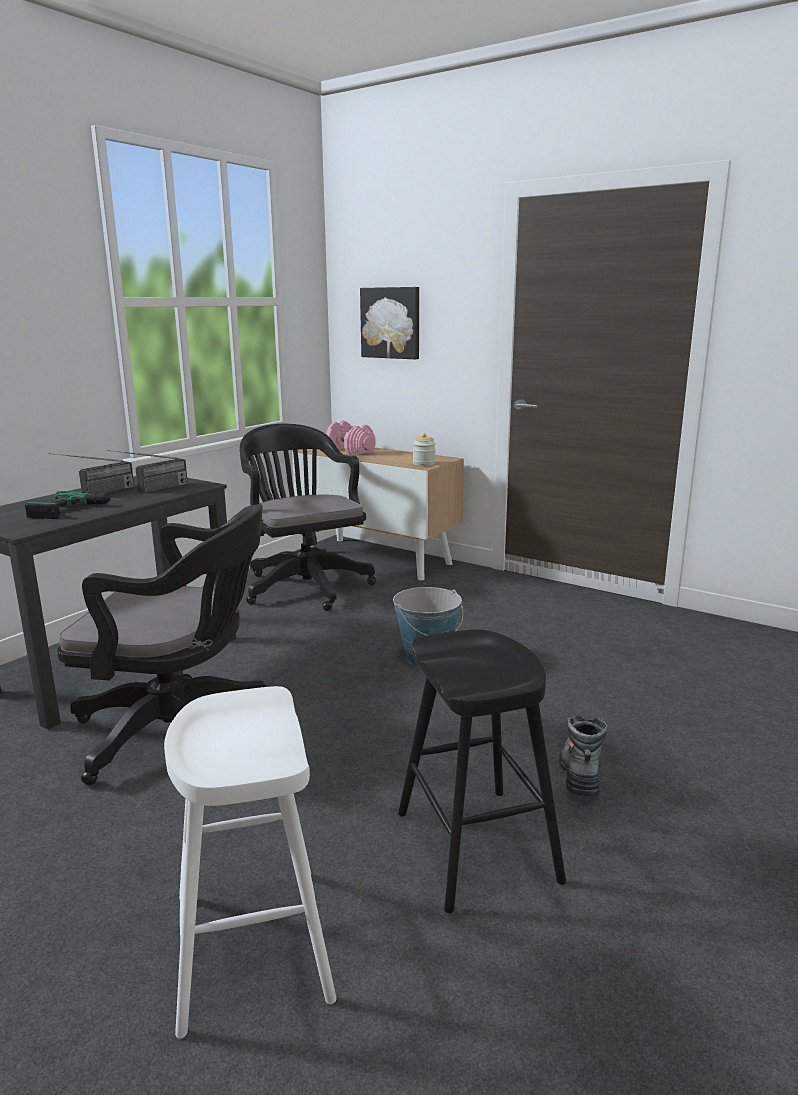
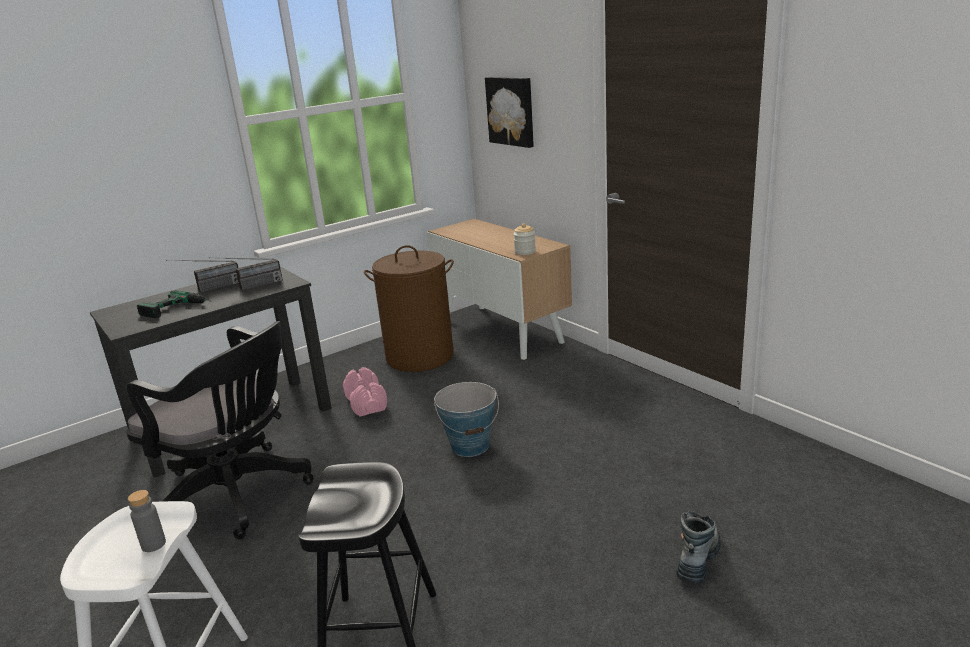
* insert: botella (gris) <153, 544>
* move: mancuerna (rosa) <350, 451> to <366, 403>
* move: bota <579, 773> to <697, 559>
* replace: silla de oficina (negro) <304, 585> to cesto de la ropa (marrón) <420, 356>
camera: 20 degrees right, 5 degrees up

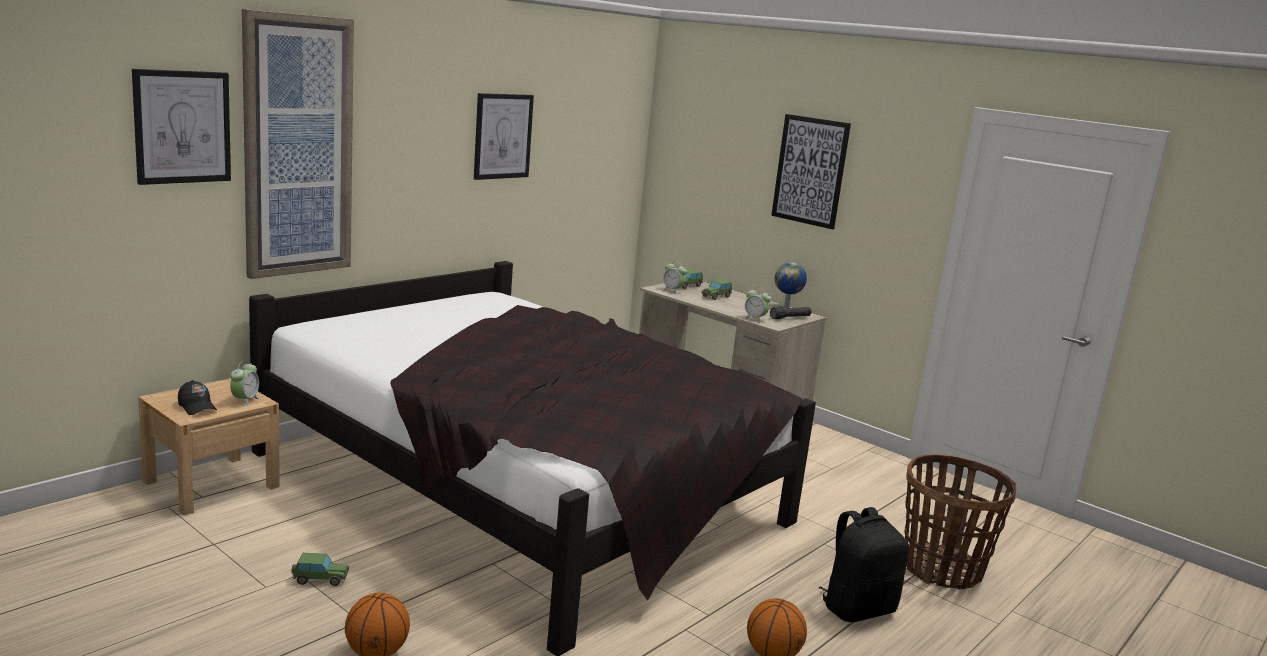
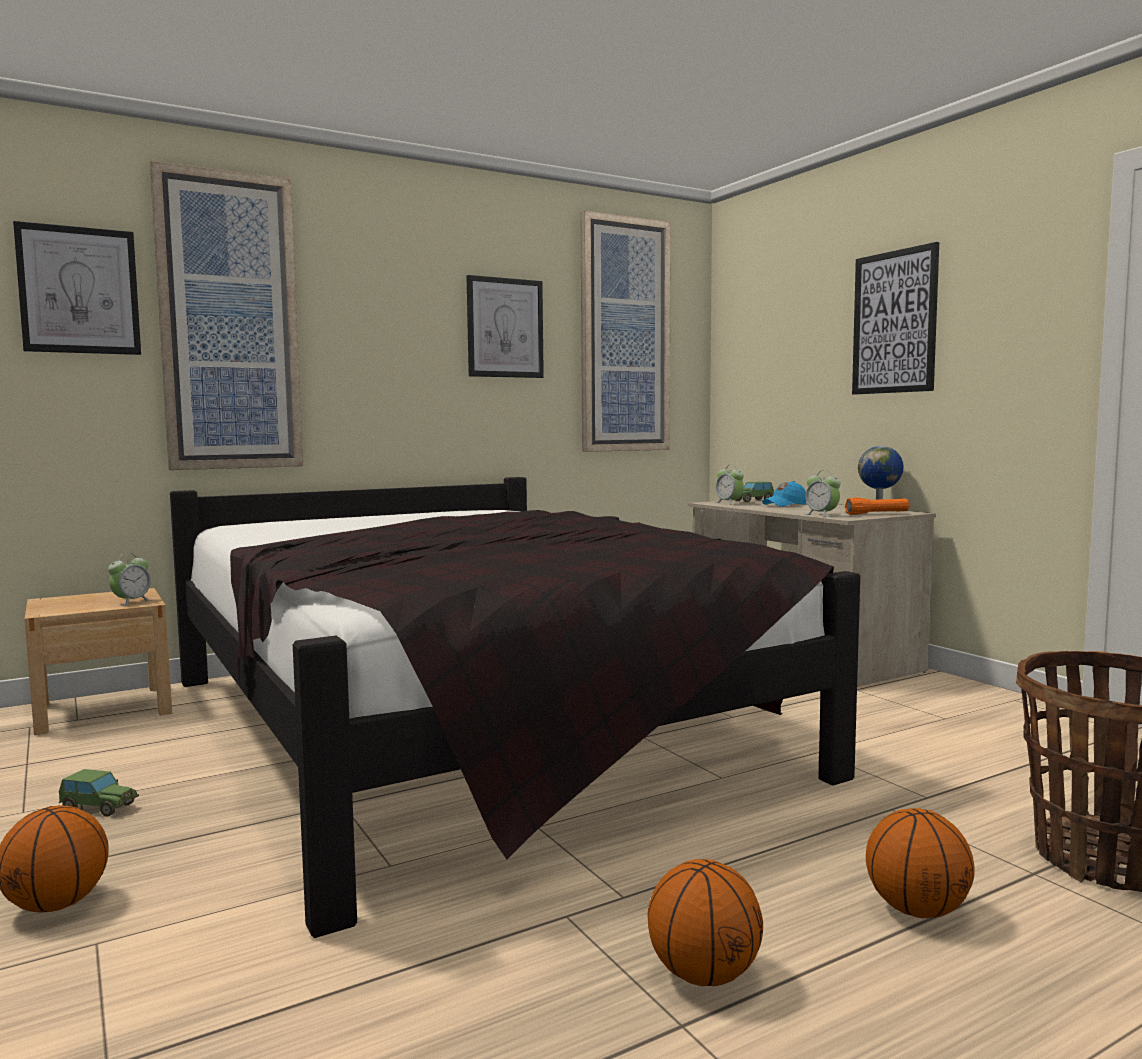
* delete: gorra (negro) <197, 407>
* insert: cuadro <624, 336>
* replace: coche de juguete <716, 297> to gorra (azul) <784, 505>
* replace: mochila (negro) <857, 608> to balón de baloncesto <917, 910>
* recolor: linterna (negro) <790, 318> to linterna (naranja) <877, 514>
camera: 20 degrees right, 10 degrees down

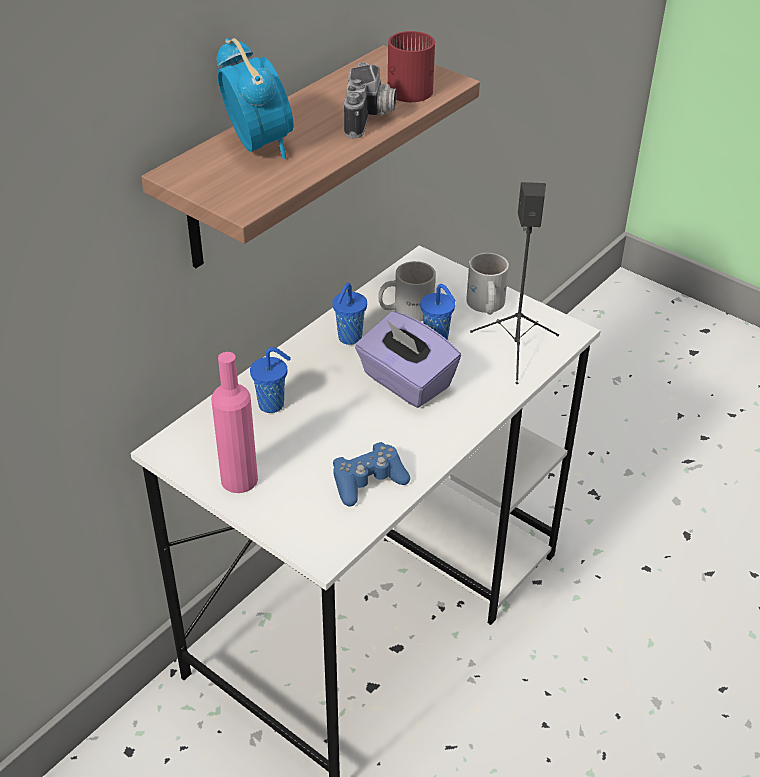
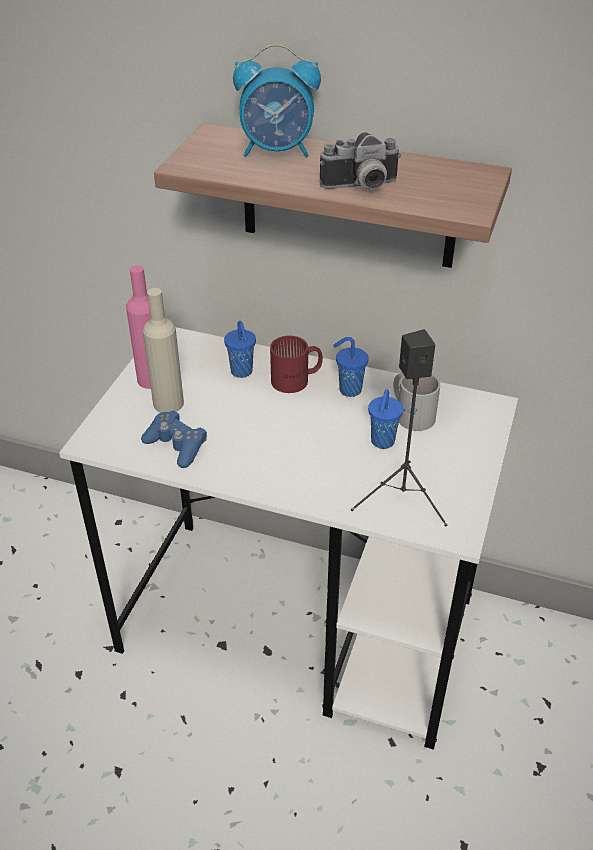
* delete: caja de pañuelos (morado) <405, 382>
* delete: taza grande (blanco) <485, 305>
* insert: botella (beis) <168, 403>
* move: taza grande (rojo) <411, 86> to <297, 380>
* rotate: despertador <258, 145> = <277, 151> 45 degrees clockwise
camera: 70 degrees right, 0 degrees up

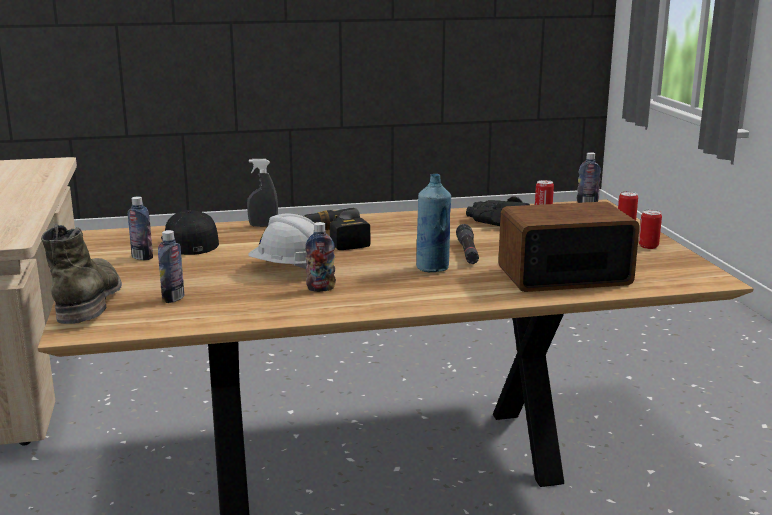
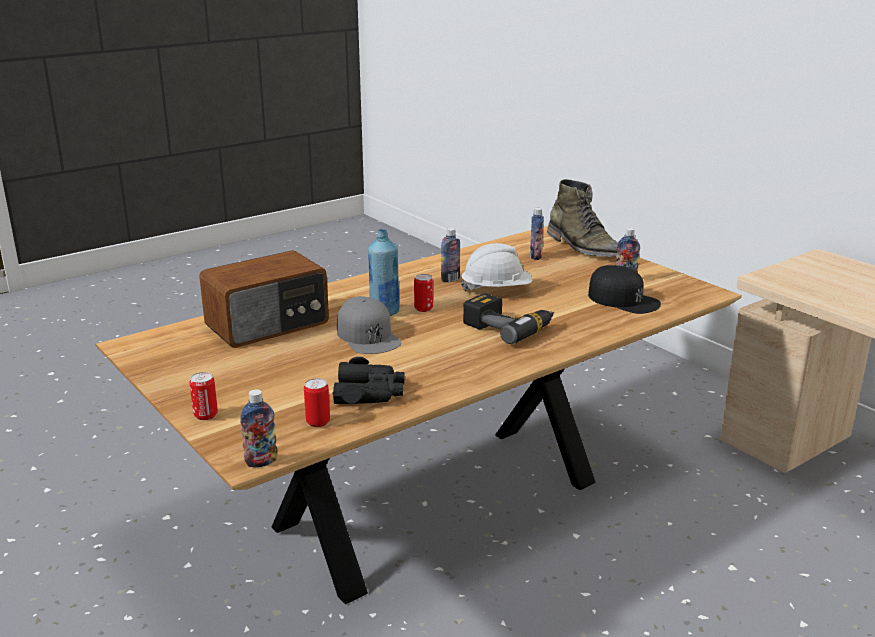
* delete: pulverizador (gris) <263, 225>
* move: lata <648, 246> to <423, 309>
* replace: linterna (negro) <467, 252> to gorra (gris) <368, 336>
camera: 155 degrees right, 5 degrees up

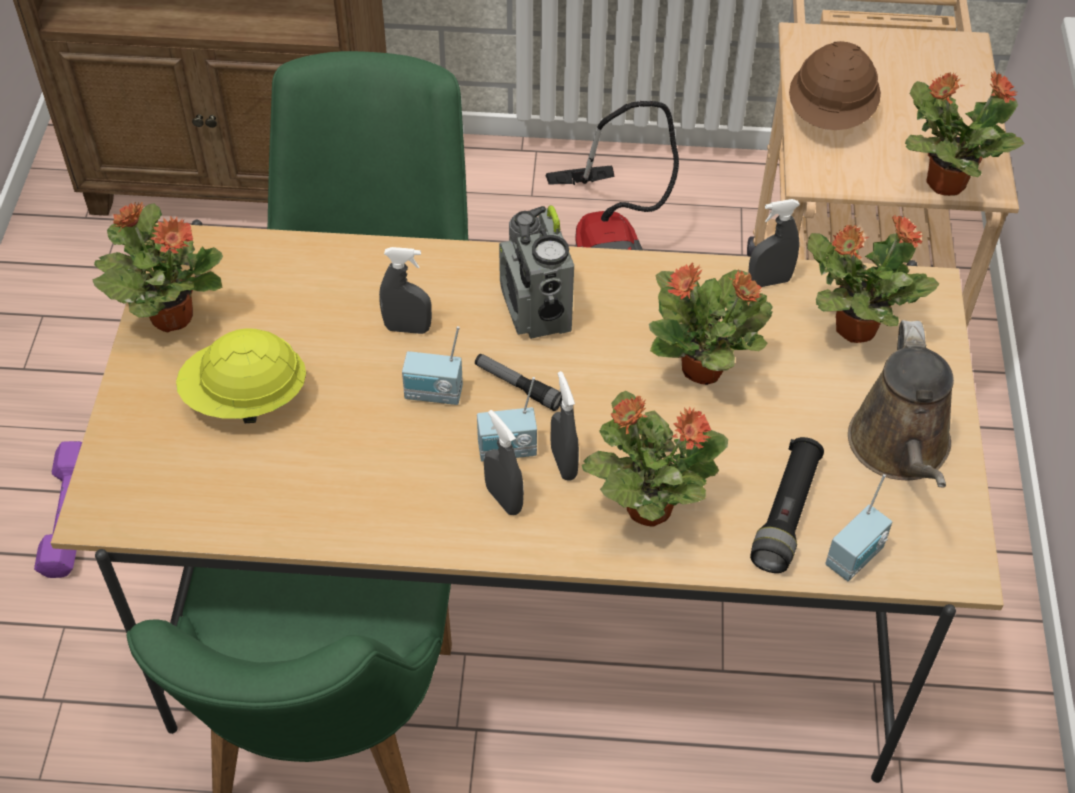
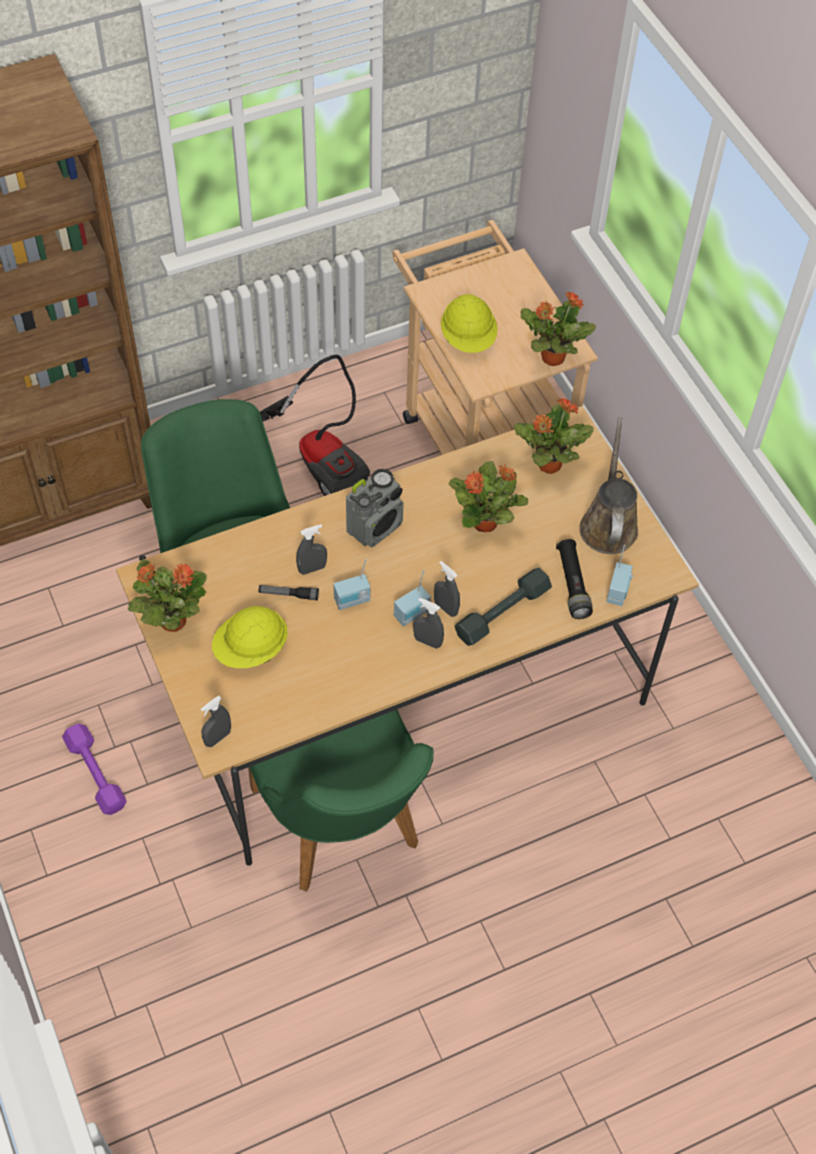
* move: linterna <518, 386> to <288, 594>
* move: pulverizador (gris) <769, 281> to <217, 738>
* replace: planta en maceta <647, 507> to mancuerna (gris) <502, 612>
* recolor: casco (marrón) <830, 115> to casco (amarillo) <468, 338>
* rotate: radio <536, 310> = <375, 527> 90 degrees counterclockwise
* rotate: regadera (marrón) <900, 449> = <608, 524> 150 degrees counterclockwise
camera: 30 degrees left, 5 degrees up

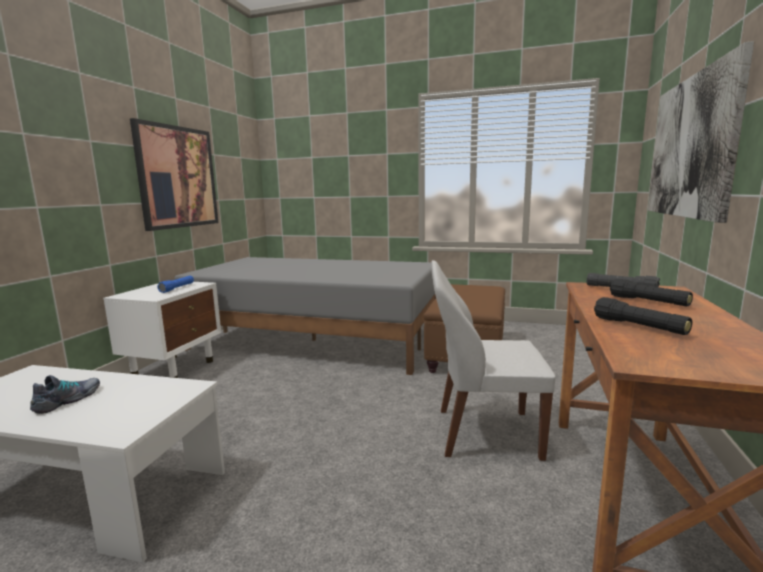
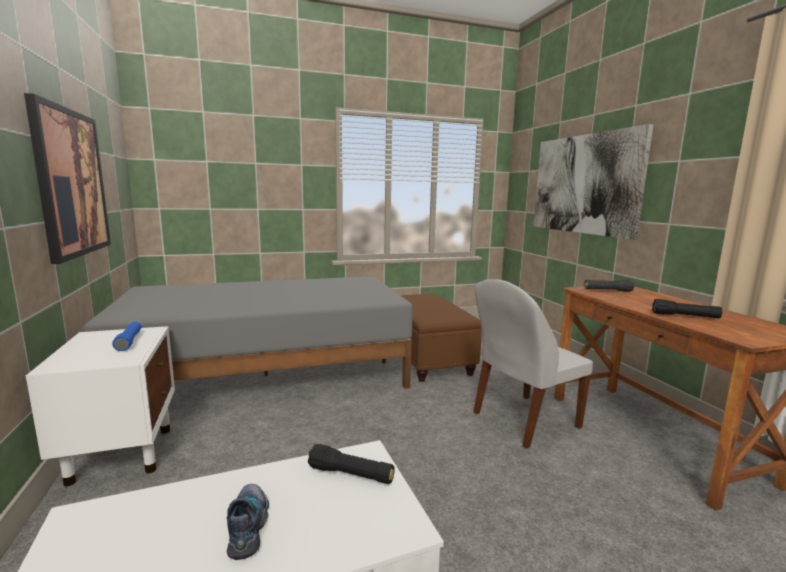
* move: linterna (negro) <648, 302> to <351, 475>
camera: 35 degrees left, 0 degrees up

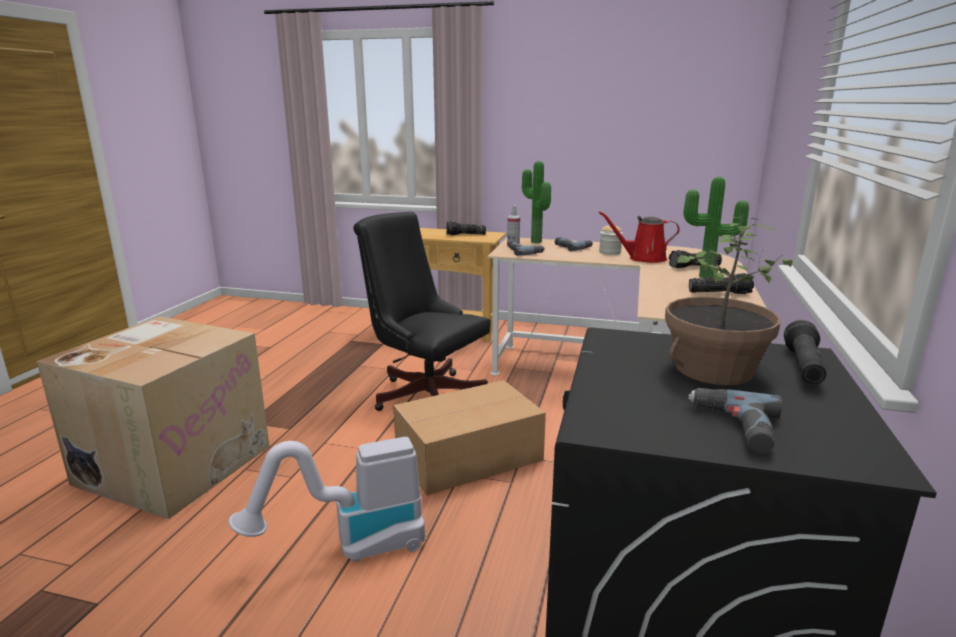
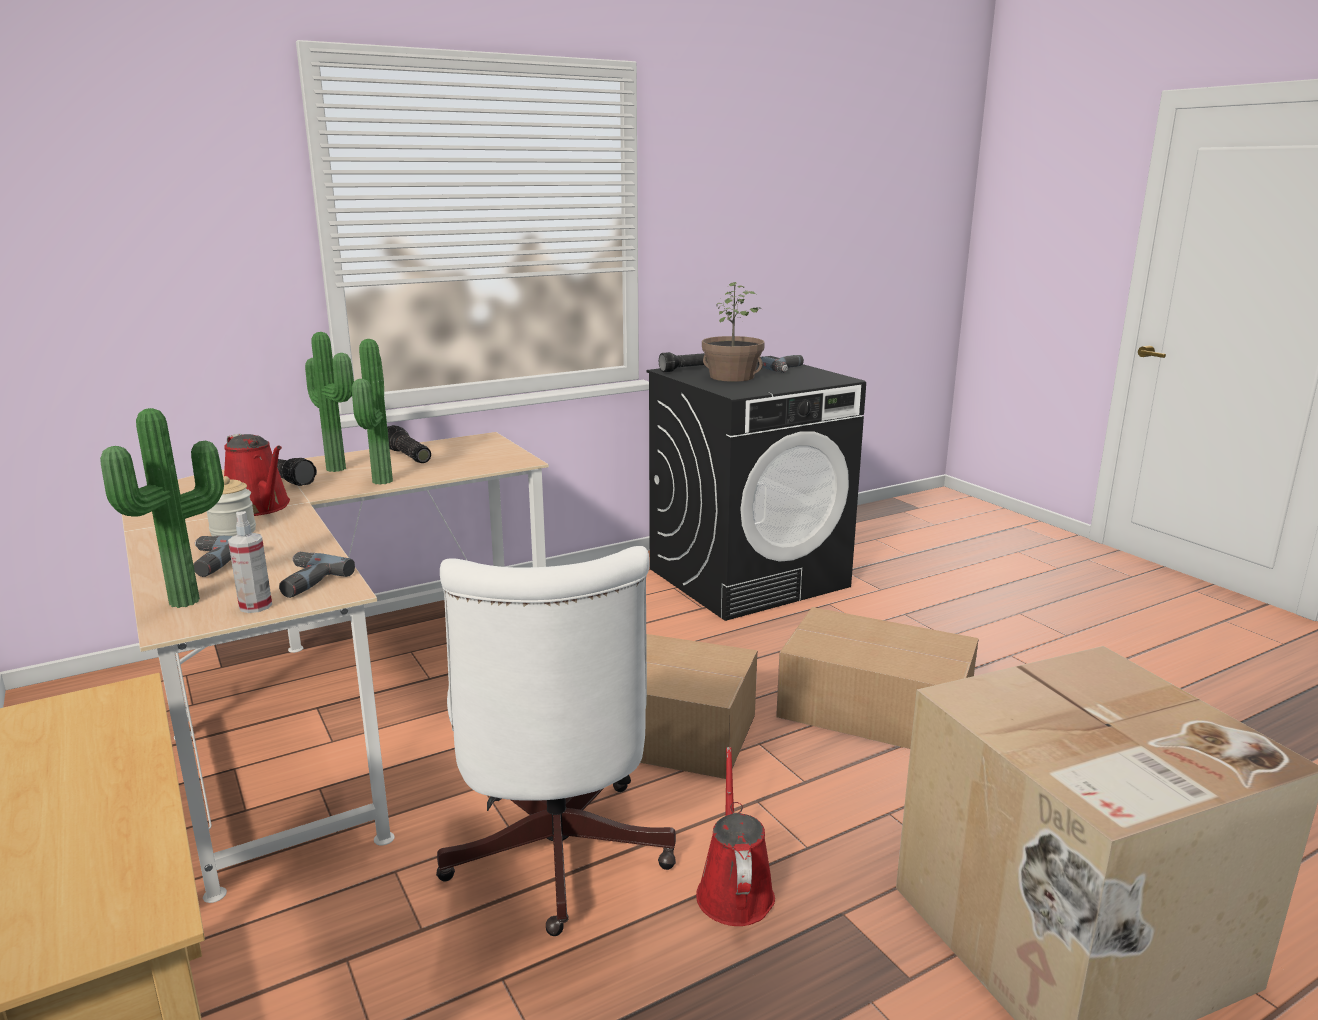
* delete: linterna <465, 235>
* insert: planta en maceta <378, 481>
* insert: regadera (rojo) <734, 890>
* replace: aspiradora <350, 548> to caja de cartón <872, 708>
* recolor: silla de oficina (negro) <424, 394> to silla de oficina (blanco) <555, 861>
camera: 135 degrees left, 0 degrees up

